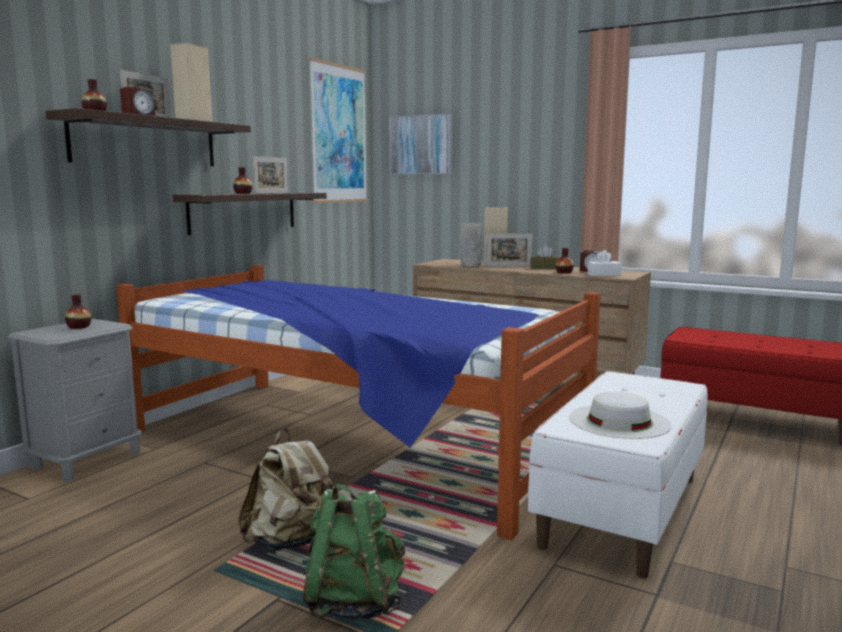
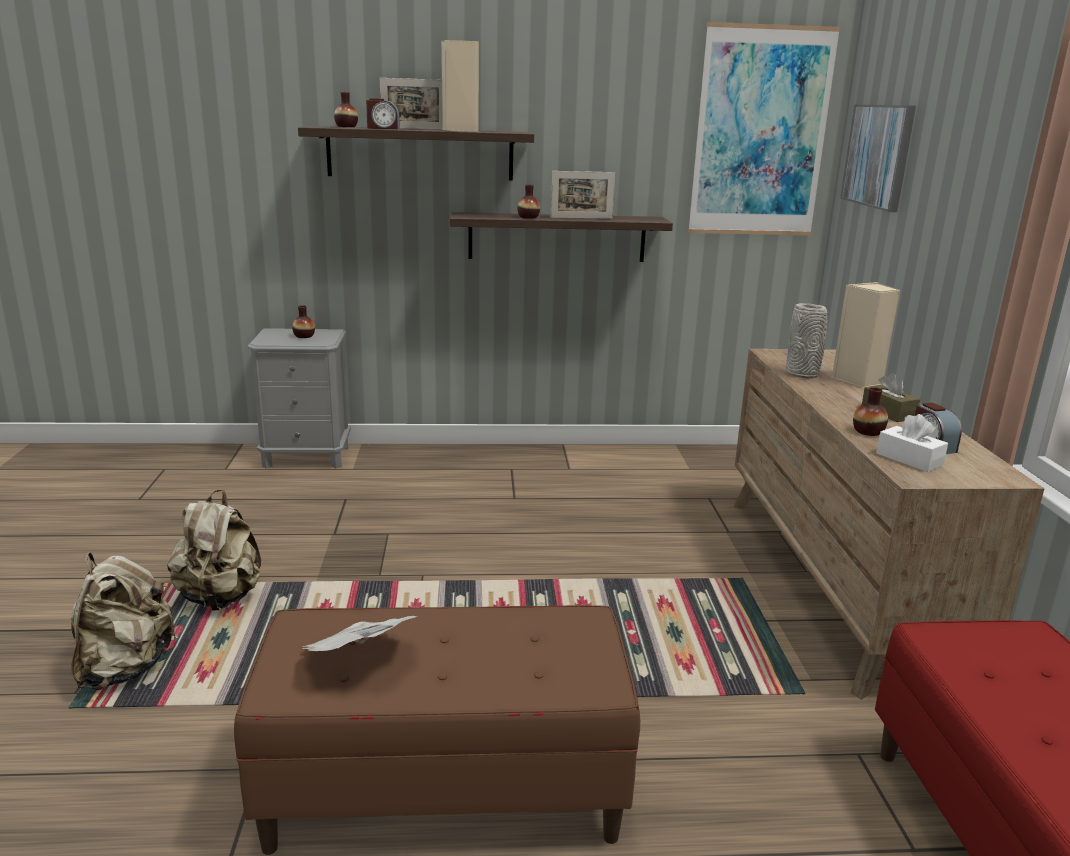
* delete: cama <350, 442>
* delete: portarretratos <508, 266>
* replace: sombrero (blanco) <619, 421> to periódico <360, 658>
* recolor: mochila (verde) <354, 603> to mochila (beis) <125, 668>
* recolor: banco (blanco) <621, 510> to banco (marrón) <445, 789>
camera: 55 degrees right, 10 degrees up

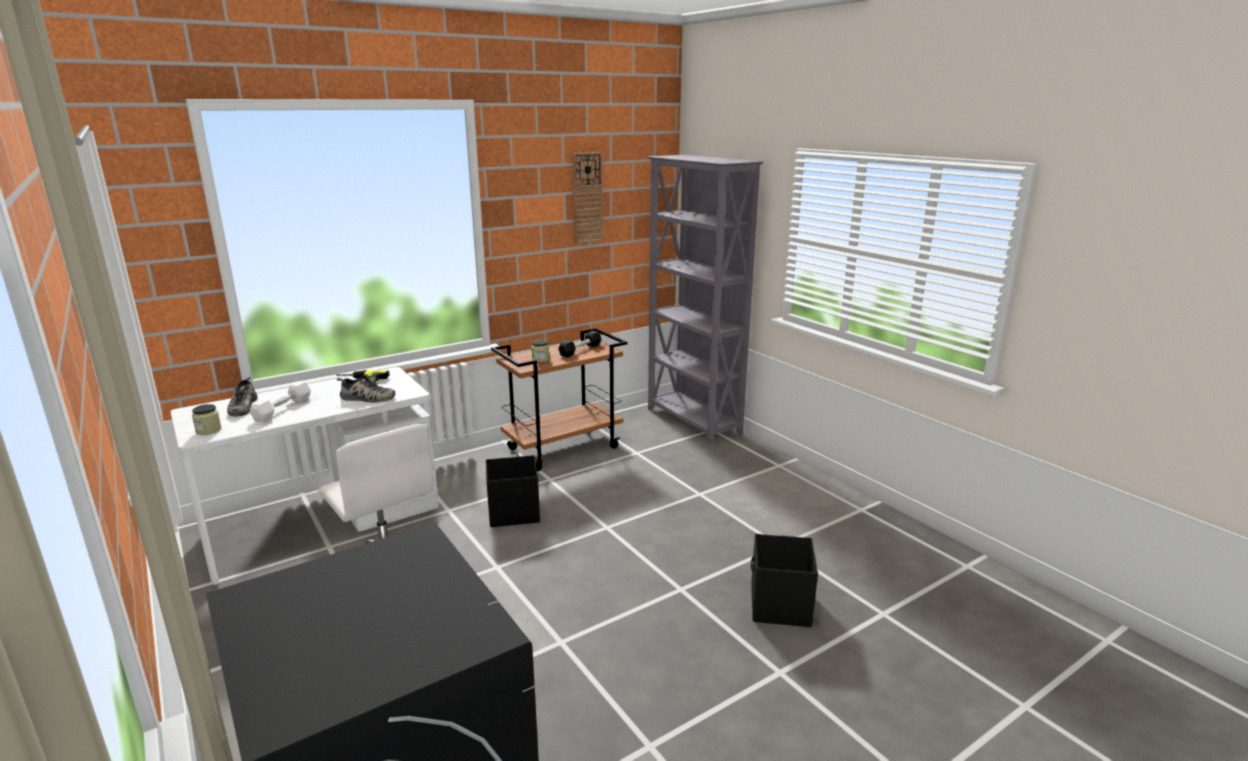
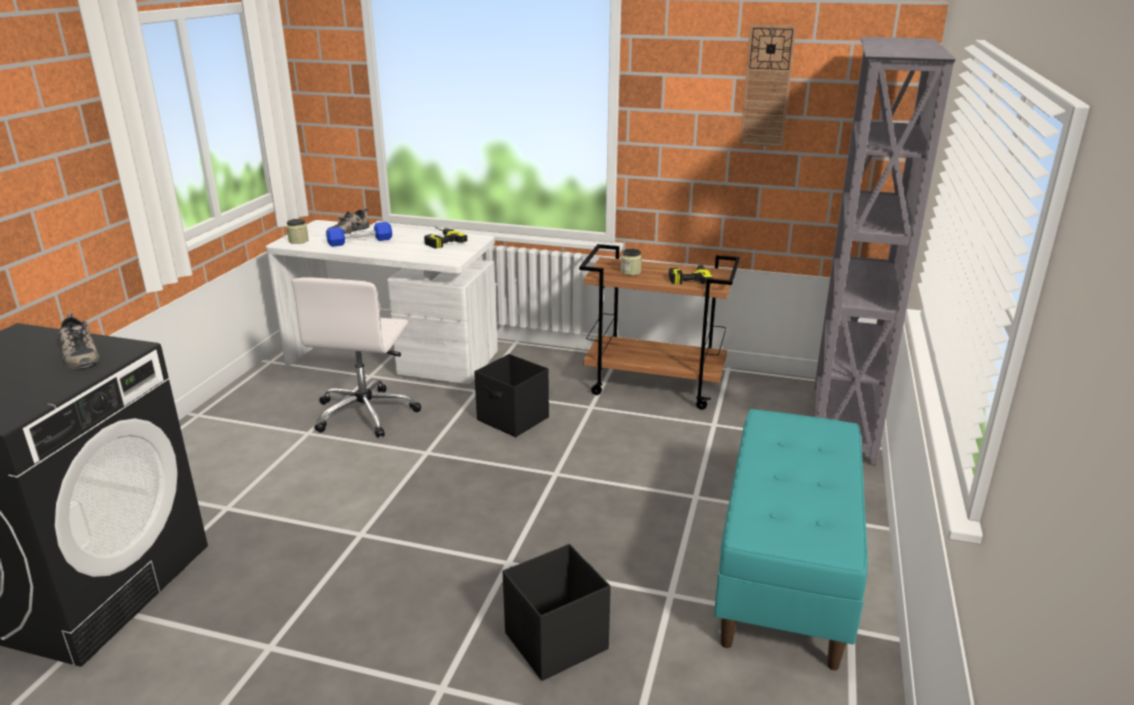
* insert: banco (turquesa) <786, 573>
* move: zapato <366, 398> to <78, 354>
* replace: mancuerna (negro) <580, 350> to taladro <687, 276>
* recolor: mancuerna (blanco) <283, 409> to mancuerna (azul) <360, 242>
camera: 50 degrees right, 5 degrees up

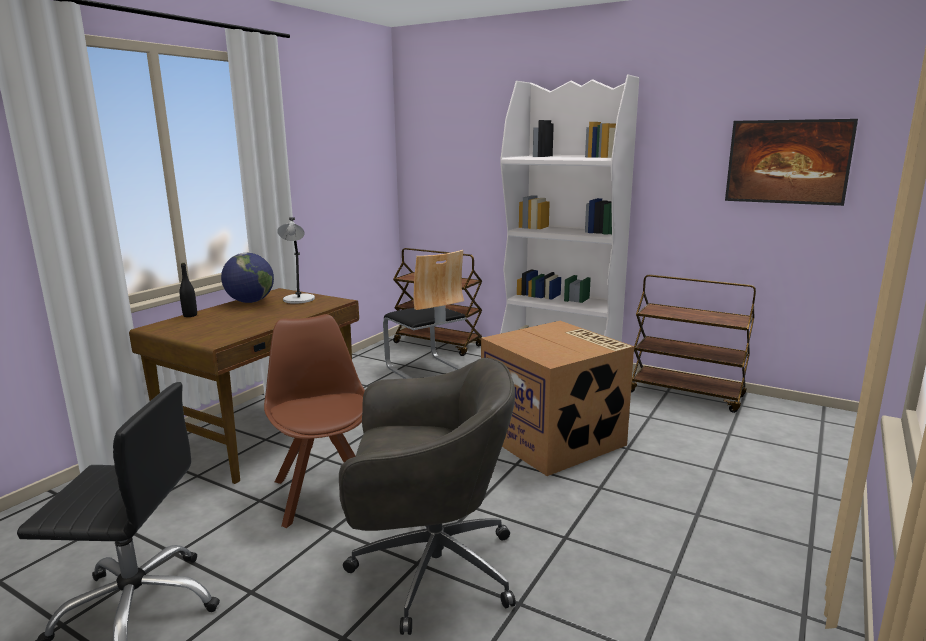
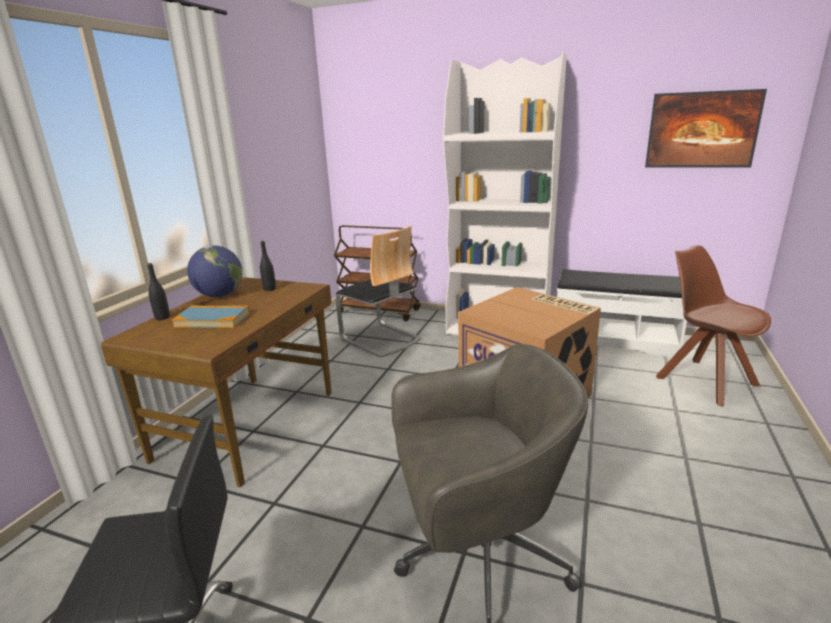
* insert: libro <212, 319>
* move: silla (marrón) <324, 492> to <703, 380>
* replace: lámpara de mesa (gris) <298, 300> to botella (negro) <269, 289>
* replace: carrito (marrón) <686, 394> to banco (blanco) <614, 339>
camera: 10 degrees left, 5 degrees up

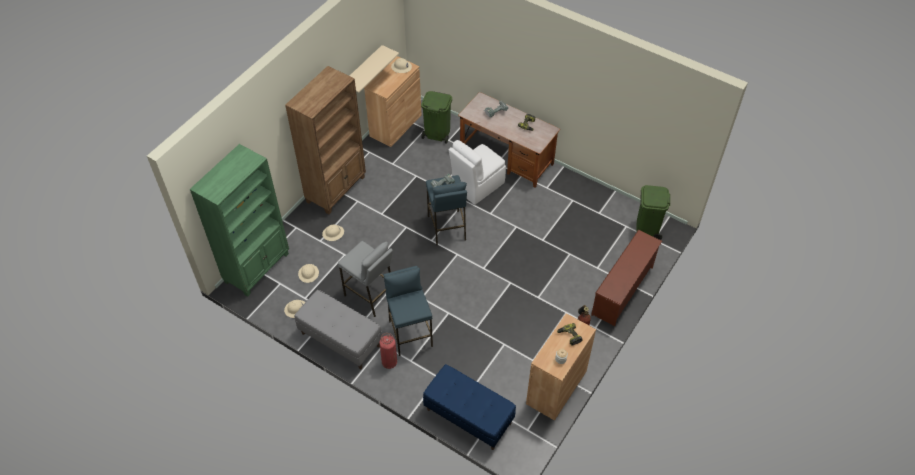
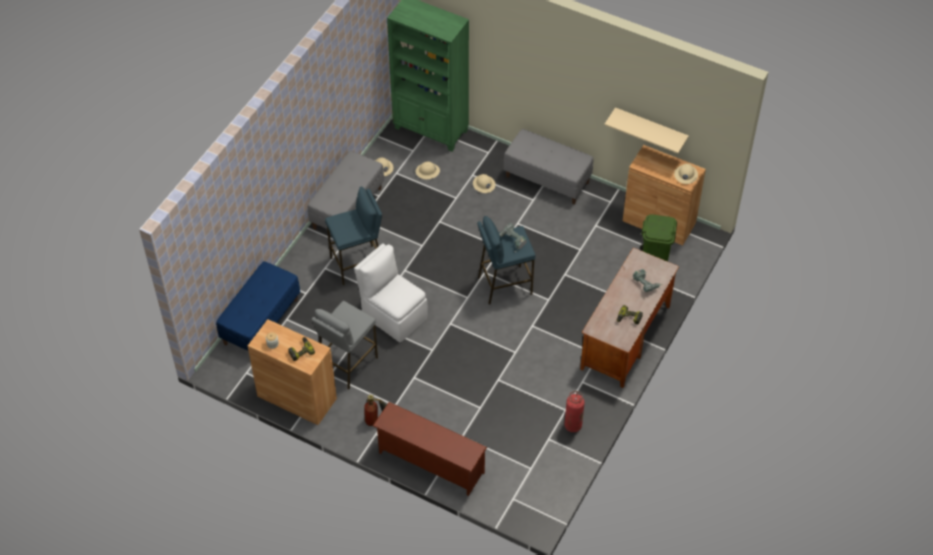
* delete: papelera (verde) <647, 228>
* move: taburete (gris) <370, 296> to <347, 364>
* move: extintor <389, 362> to <573, 425>
* move: silla (blanco) <477, 185> to <393, 315>
* replace: estantería (marrón) <336, 189> to banco (gris) <547, 179>
camera: 85 degrees right, 0 degrees up

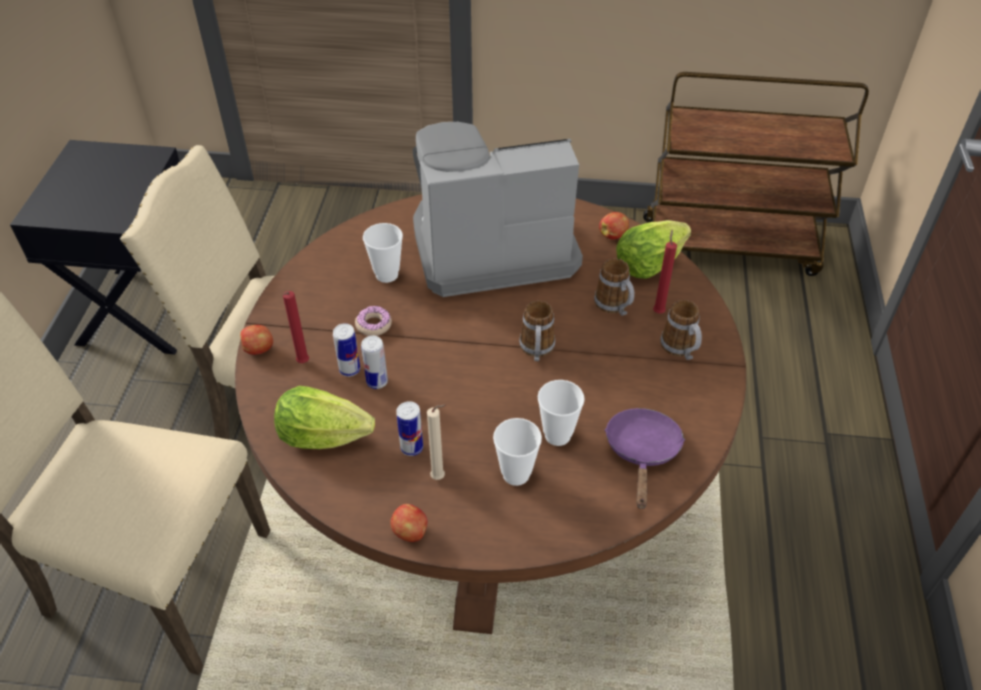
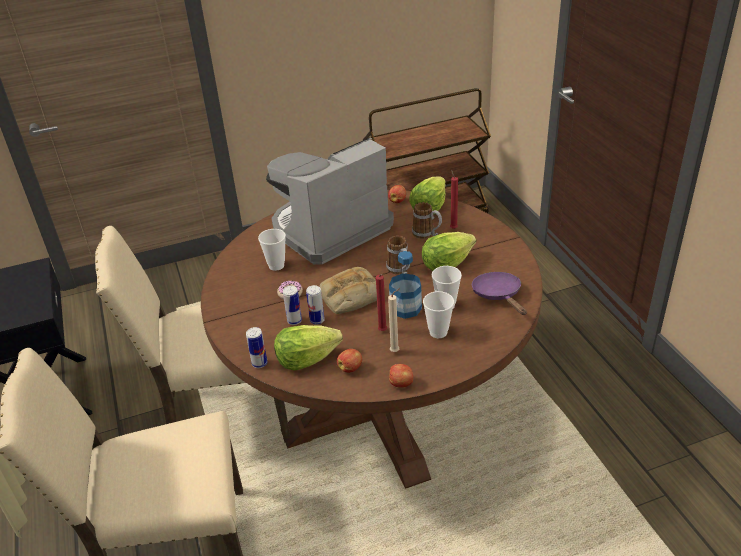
* delete: taza grande <681, 350>
* insert: pan <349, 296>
* insert: botella <406, 308>
* insert: lechuga <446, 264>
* move: manzana <259, 349> to <350, 368>
* move: vela (rojo) <302, 363> to <383, 332>
* move: lata <411, 447> to <259, 363>
camera: 25 degrees left, 10 degrees down

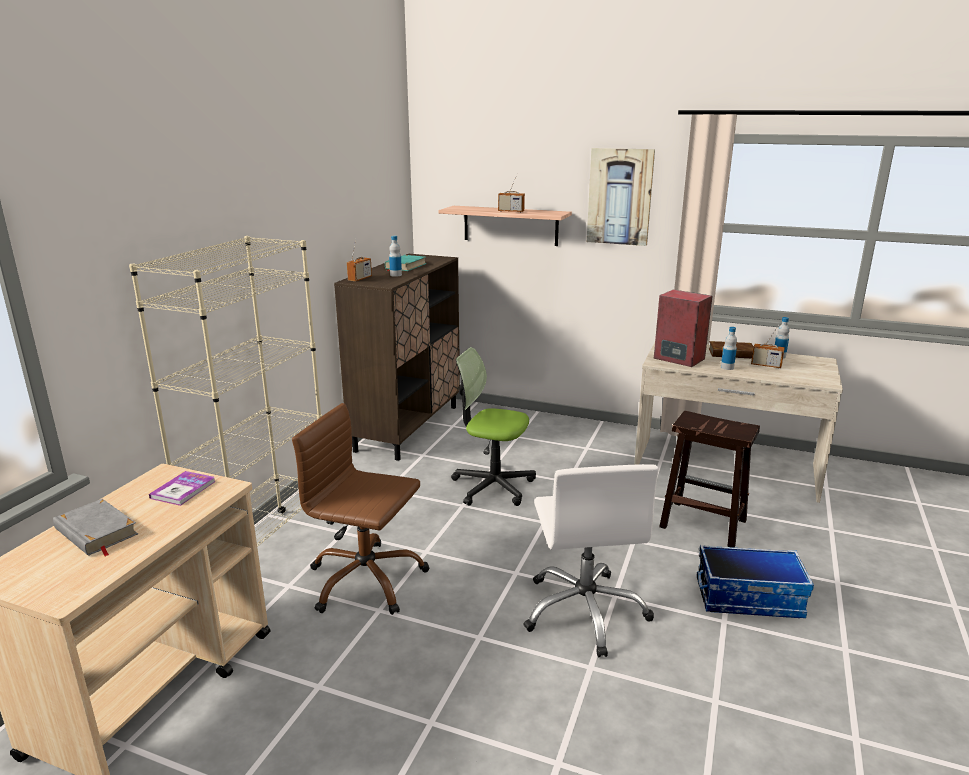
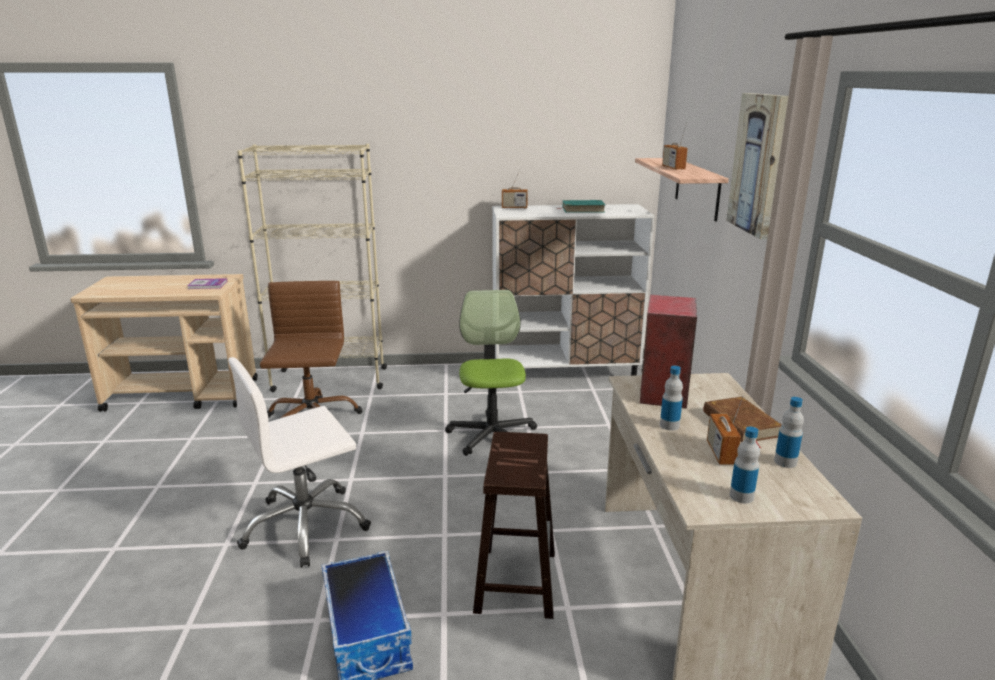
* delete: libro (gris) <96, 532>
* move: botella <396, 275> to <741, 496>
* recolor: armario (marrón) <408, 427> to armario (blanco) <564, 372>
camera: 65 degrees right, 0 degrees up

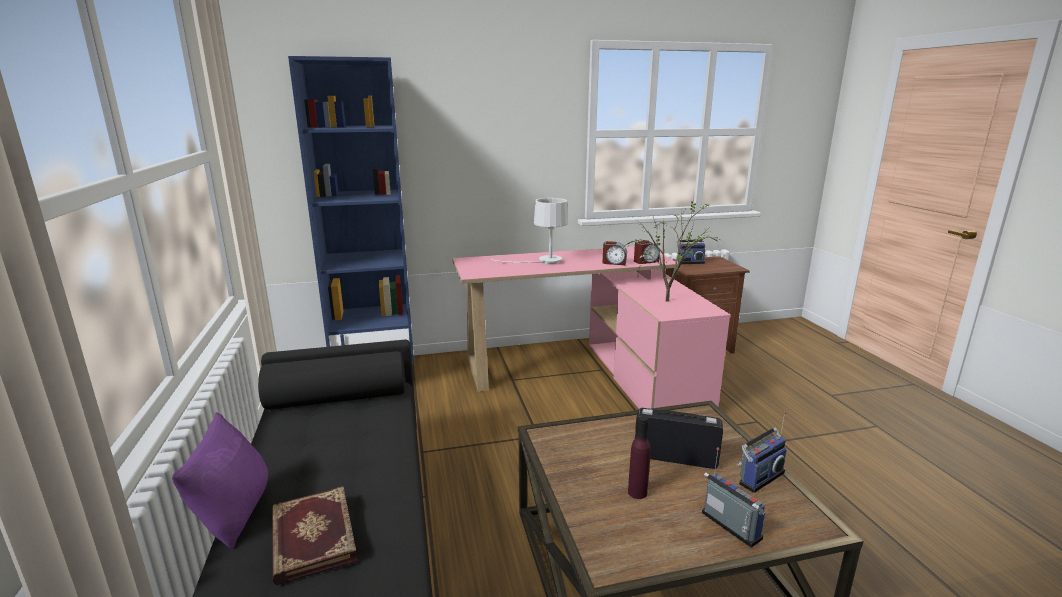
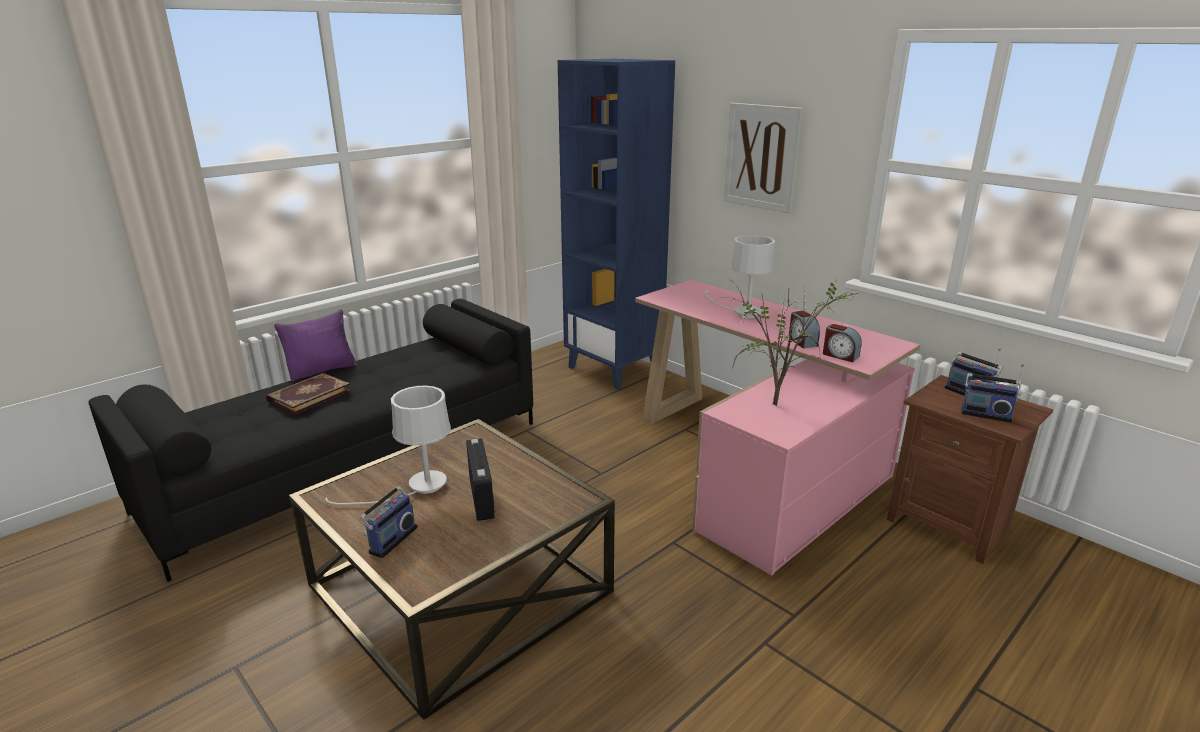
* insert: cuadro <761, 157>
* move: radio <758, 477> to <985, 414>
* replace: botella (morado) <637, 492> to lámpara de mesa (blanco) <417, 489>
camera: 60 degrees right, 5 degrees up

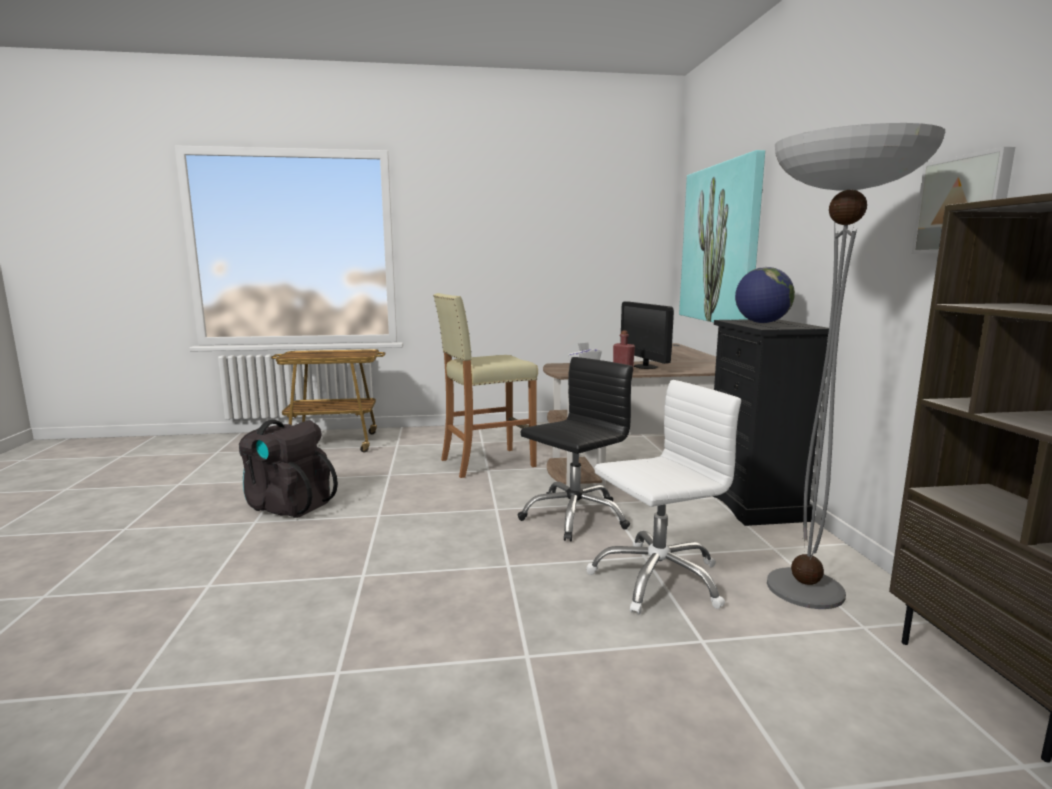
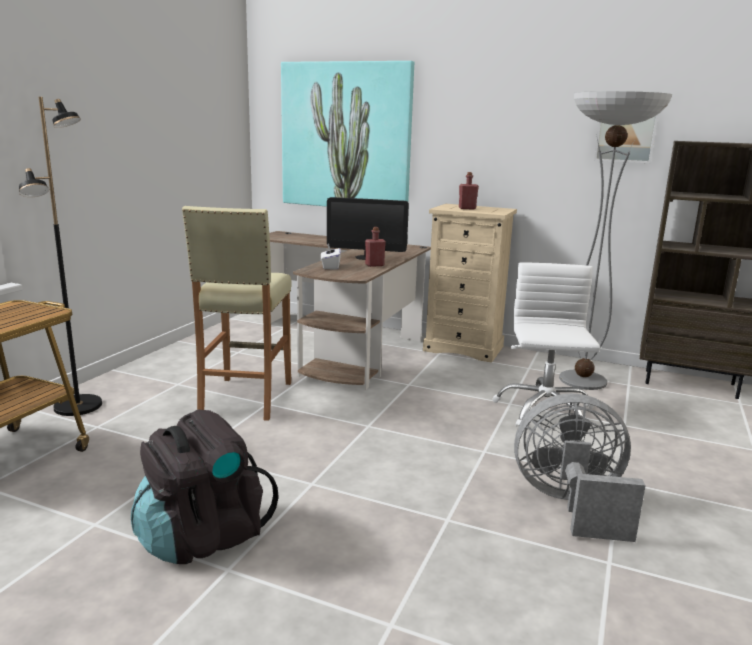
* delete: silla de oficina (negro) <574, 516>
* insert: lámpara de pie (negro) <79, 406>
* insert: ventilador (gris) <571, 505>
* replace: globo terráqueo <762, 323> to botella (rojo) <467, 208>
* recolor: cómoda (negro) <755, 505> to cómoda (beis) <464, 348>
camera: 60 degrees left, 5 degrees up

